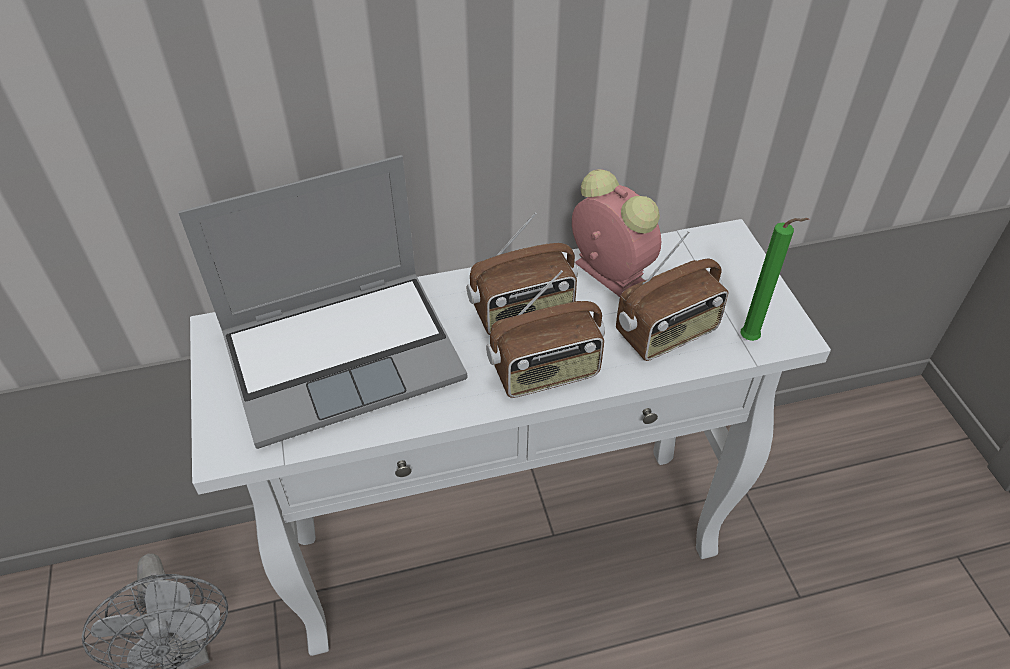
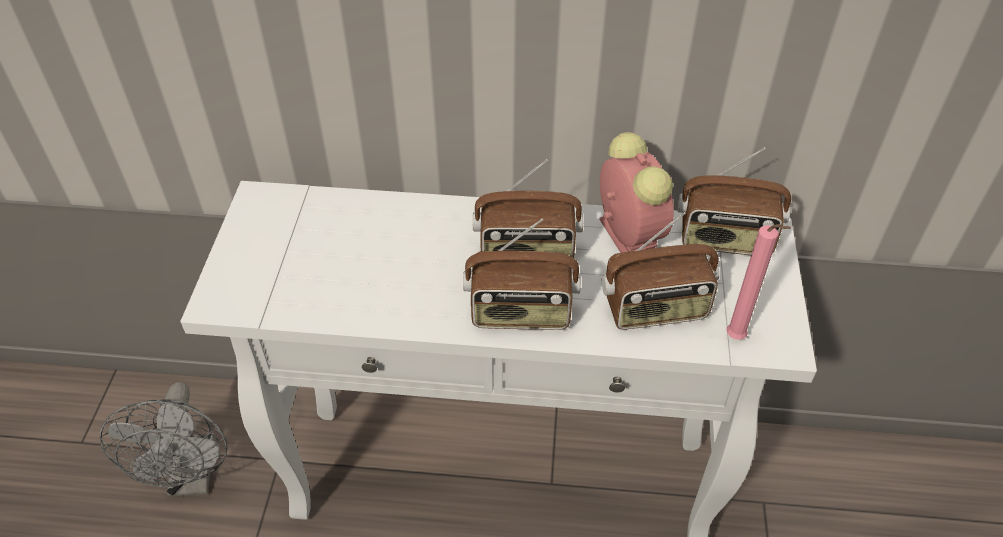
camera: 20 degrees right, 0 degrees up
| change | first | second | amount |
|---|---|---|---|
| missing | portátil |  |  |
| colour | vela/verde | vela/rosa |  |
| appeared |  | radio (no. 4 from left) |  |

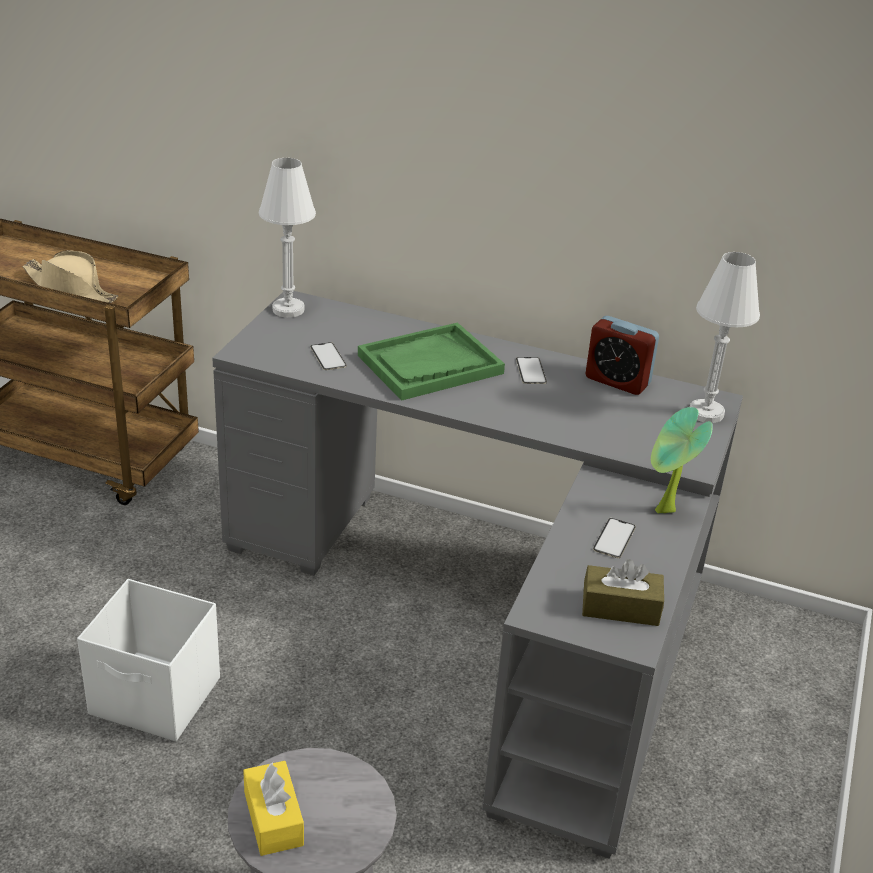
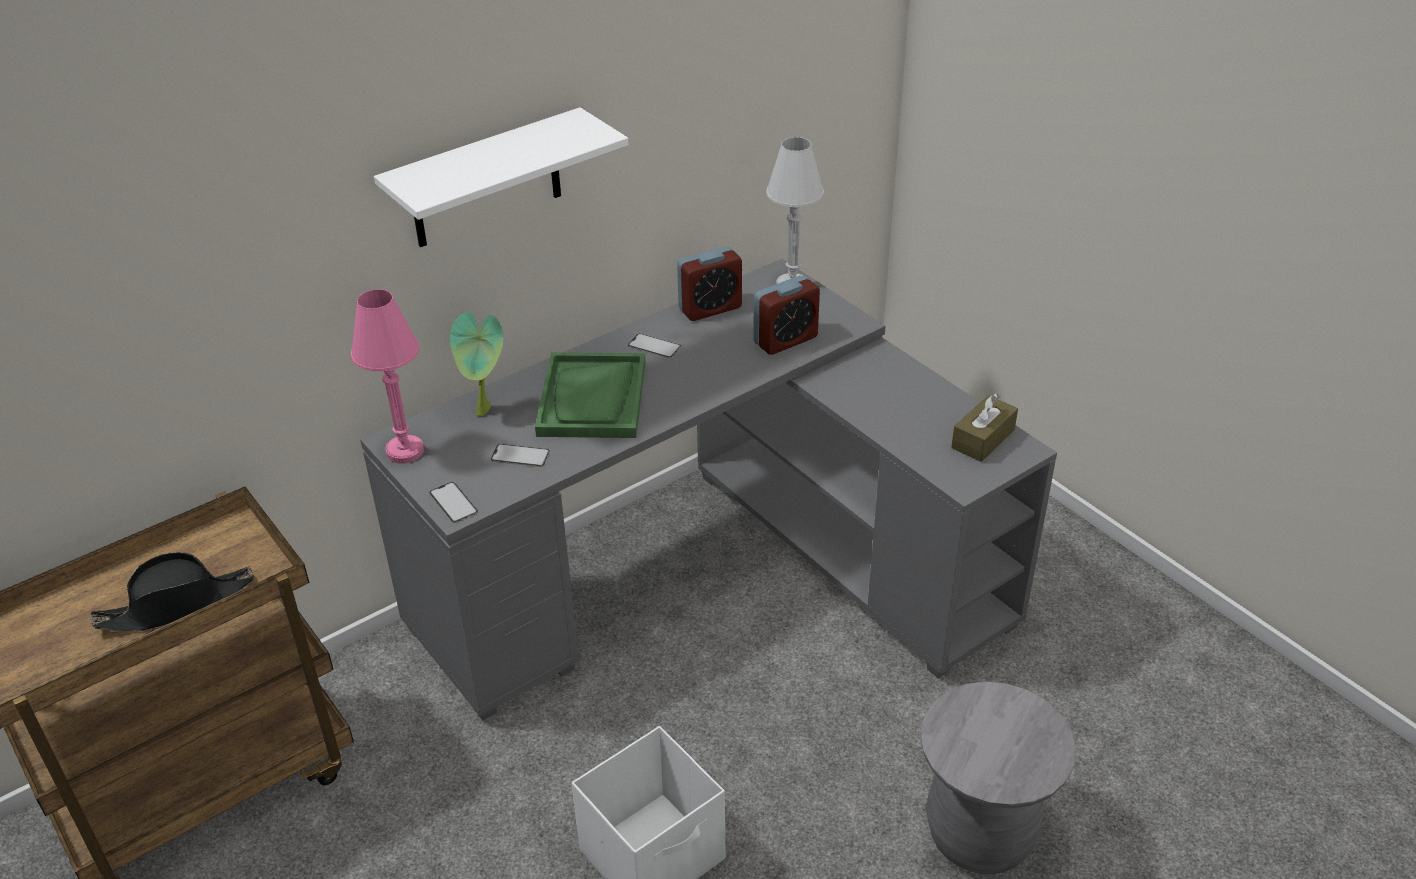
camera: 55 degrees left, 5 degrees up
| change | first | second | amount |
|---|---|---|---|
| colour | lámpara de mesa/blanco (no. 1 from left) | lámpara de mesa/rosa |  |
| colour | sombrero/beis | sombrero/negro |  |
| relocated | planta en maceta |  |  |
| relocated | móvil (no. 3 from left in the first image) | móvil (no. 1 from left) |  |
| missing | caja de pañuelos/amarillo |  |  |
| appeared |  | estante/blanco |  |
| appeared |  | despertador (no. 2 from left) |  |

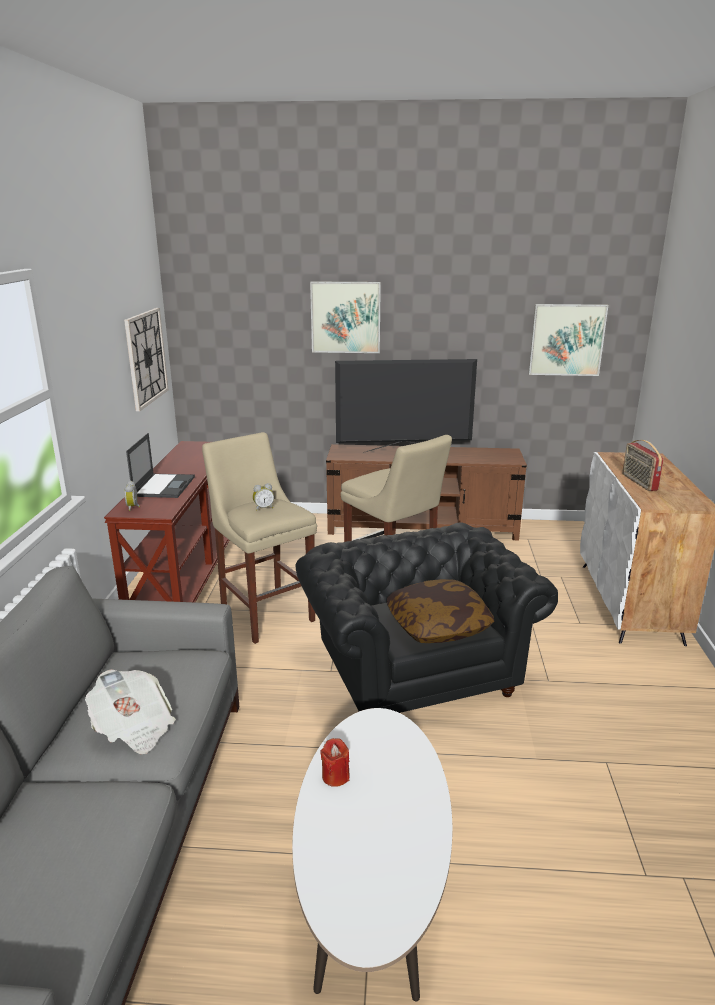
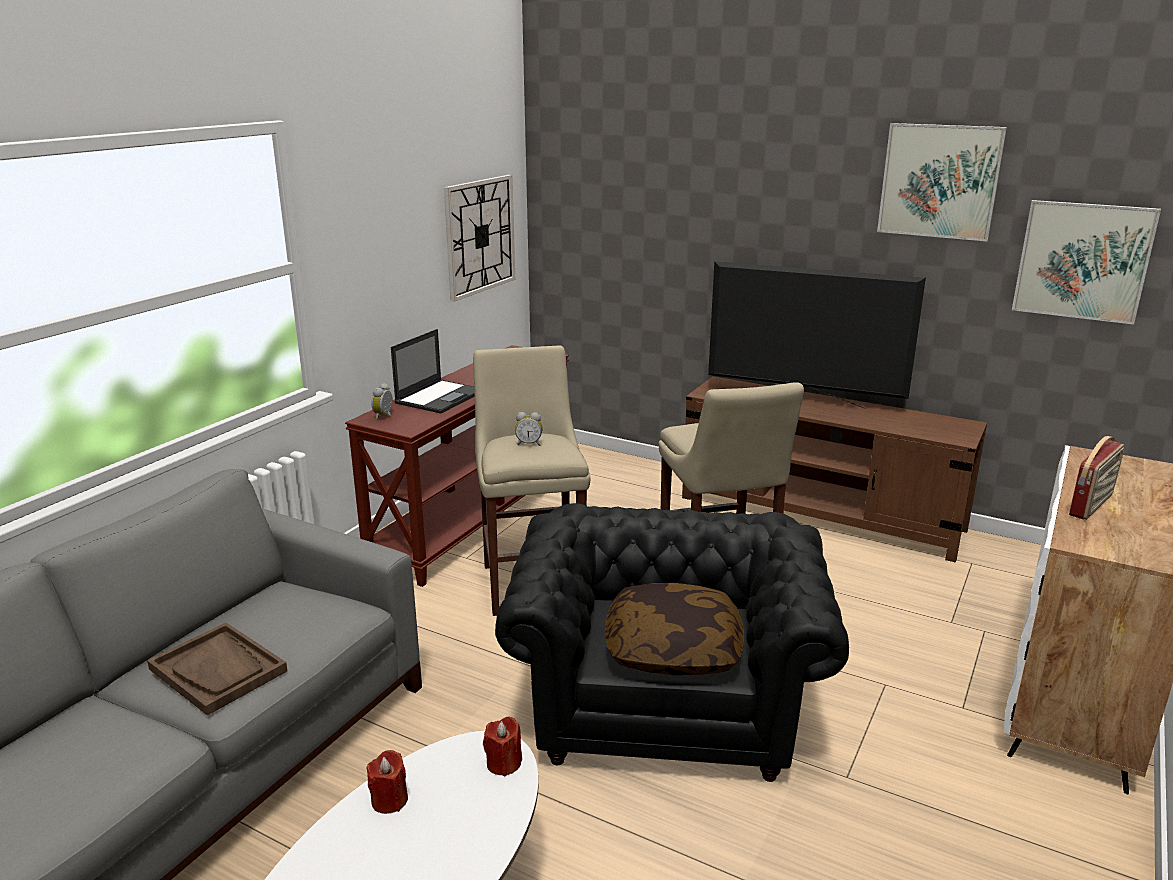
camera: 25 degrees right, 0 degrees up
| change | first | second | amount |
|---|---|---|---|
| relocated | cuadro (no. 1 from left) |  |  |
| spun | radio |  | 150 degrees counterclockwise |
| exchanged | periódico | bandeja/marrón |  |
| appeared |  | vela/rojo (no. 2 from left) |  |

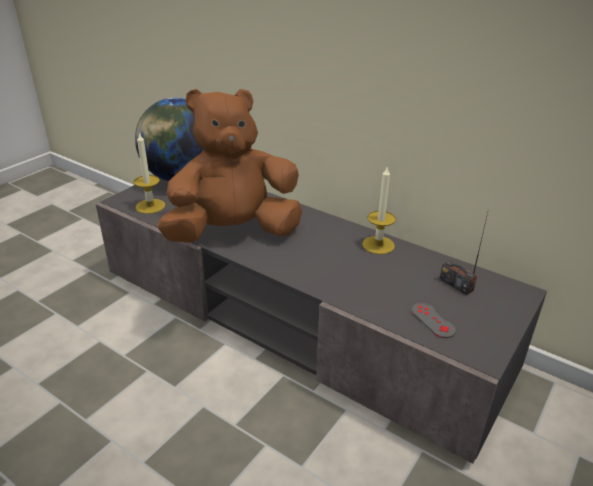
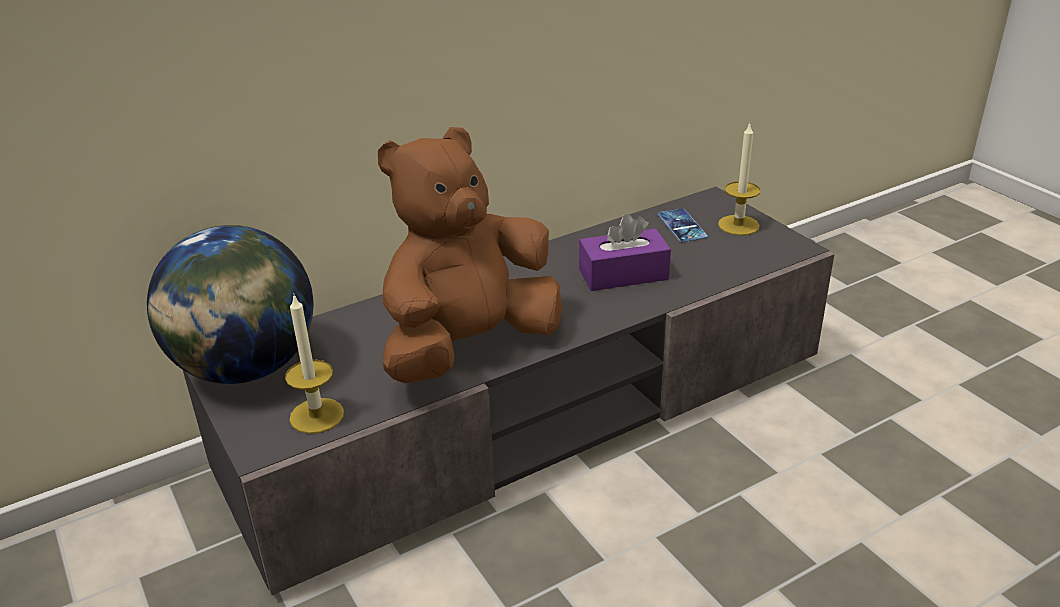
camera: 65 degrees left, 0 degrees up
| change | first | second | amount |
|---|---|---|---|
| spun | peluche/marrón |  | 45 degrees clockwise |
| relocated | vela (no. 2 from left) |  |  |
| exchanged | radio | móvil |  |
| missing | mando de consola/gris |  |  |
| appeared |  | caja de pañuelos/morado |  |

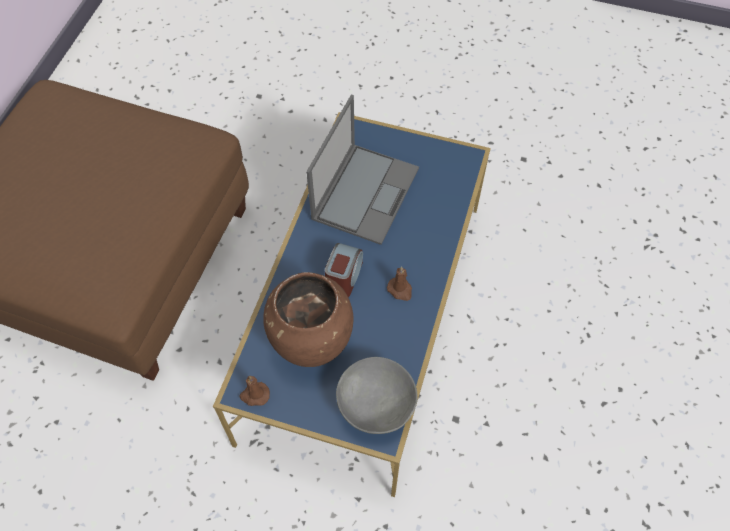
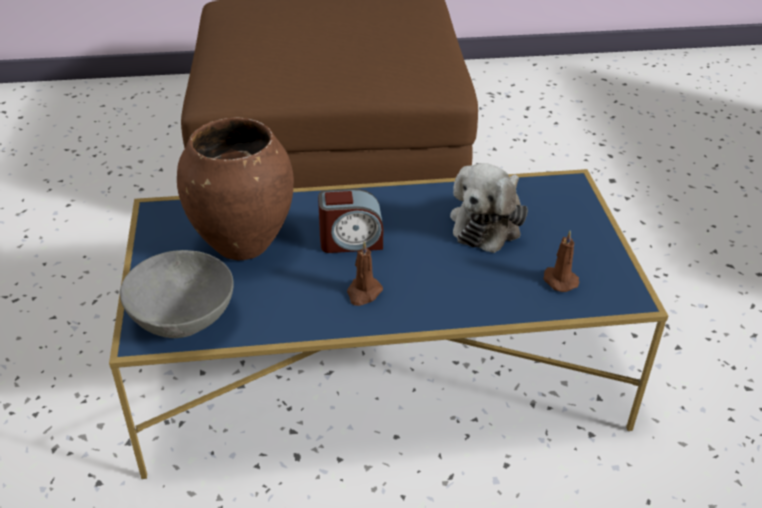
camera: 65 degrees right, 20 degrees down
| change | first | second | amount |
|---|---|---|---|
| exchanged | portátil | peluche |  |
| relocated | vela/marrón (no. 1 from left in the first image) | vela/marrón (no. 2 from left) |  |

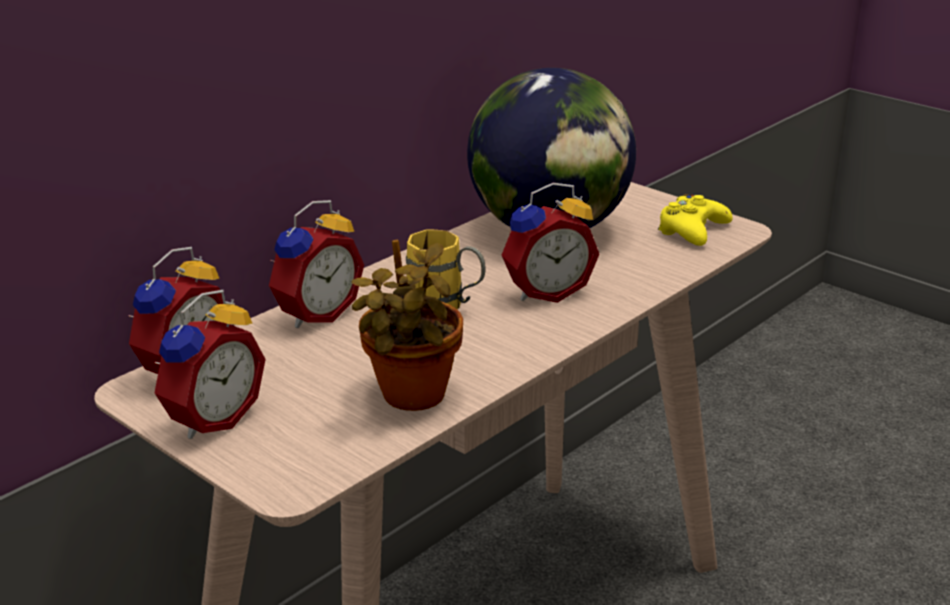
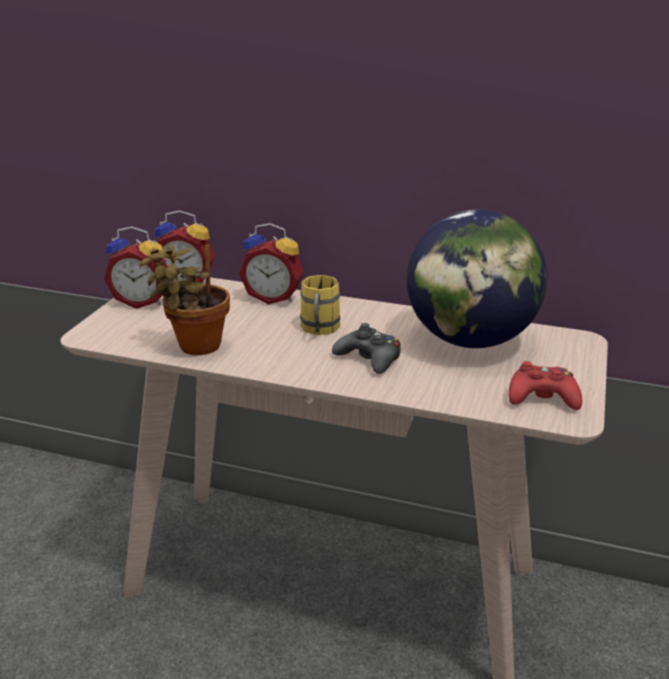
camera: 65 degrees right, 0 degrees up
| change | first | second | amount |
|---|---|---|---|
| exchanged | despertador (no. 4 from left) | mando de consola/negro |  |
| colour | mando de consola/amarillo | mando de consola/rojo |  |

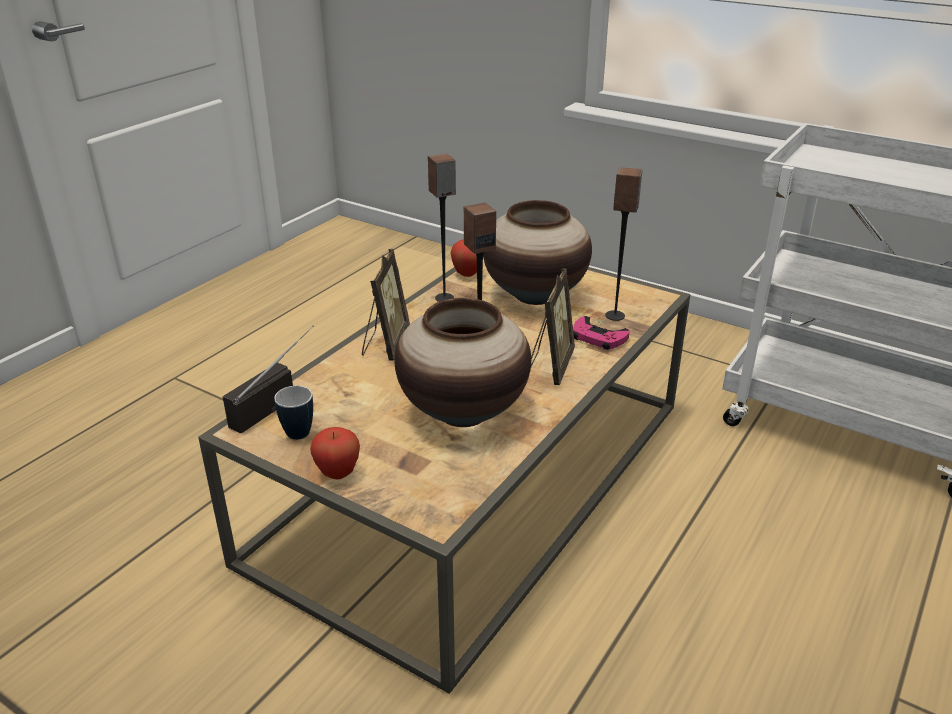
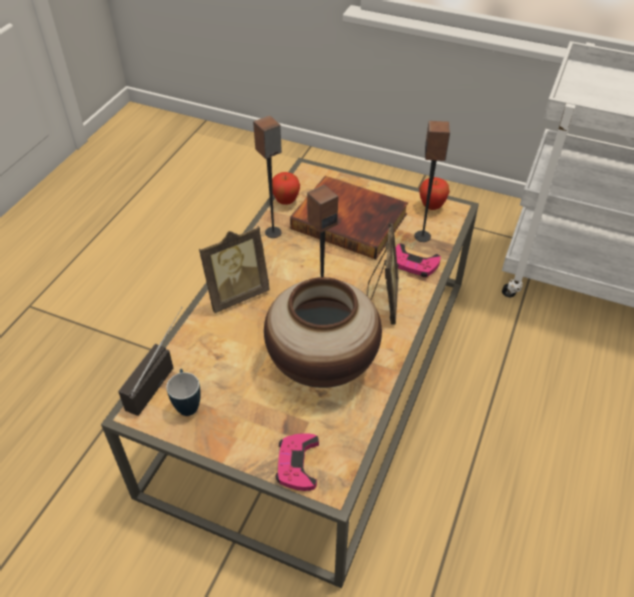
camera: 10 degrees left, 15 degrees up
| change | first | second | amount |
|---|---|---|---|
| exchanged | florero (no. 2 from left) | libro |  |
| spun | portarretratos (no. 1 from left) |  | 60 degrees clockwise |
| relocated | manzana (no. 1 from left in the first image) | manzana (no. 2 from left) |  |
| appeared |  | mando de consola/rosa (no. 1 from left) |  |

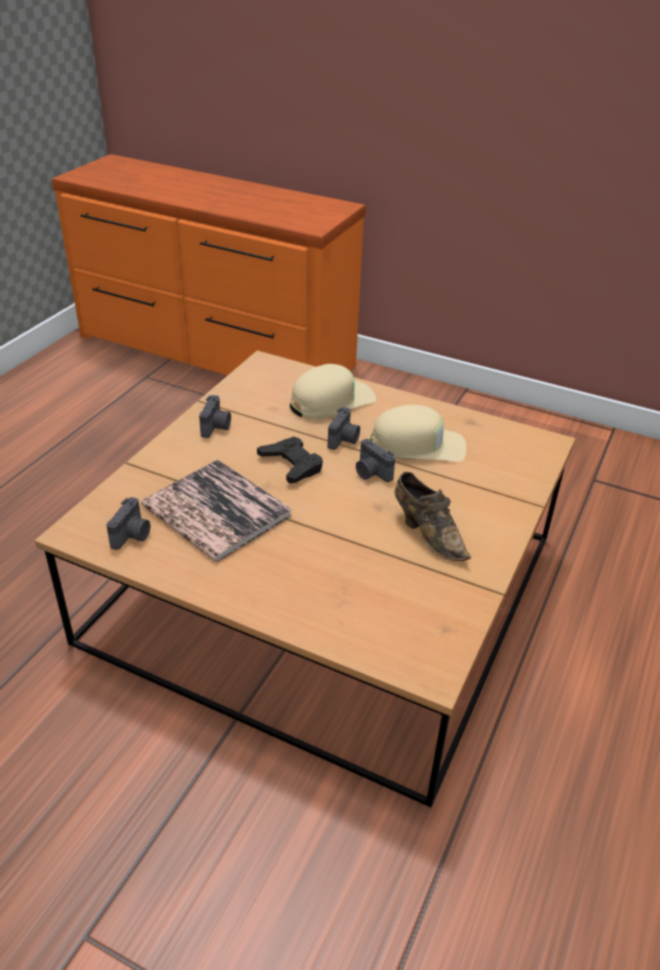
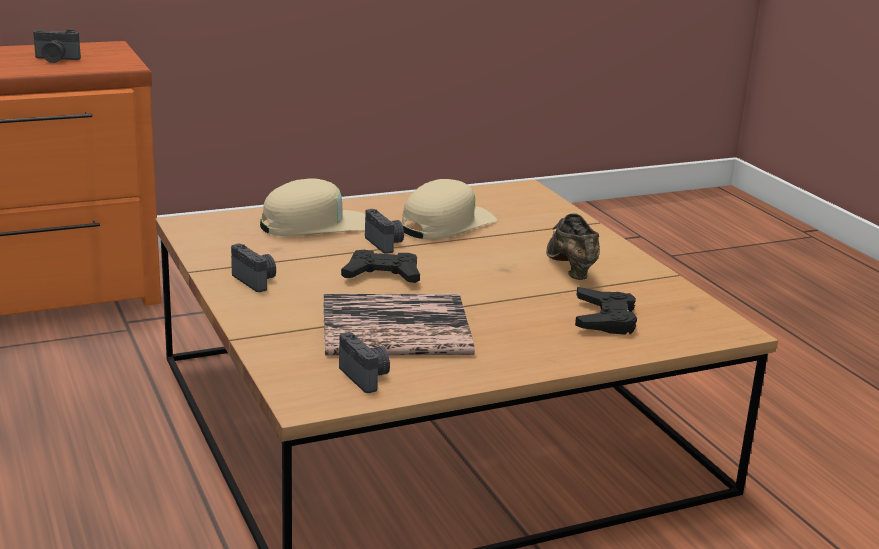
camera: 50 degrees left, 15 degrees down
| change | first | second | amount |
|---|---|---|---|
| spun | gorra/beis (no. 1 from left) |  | 60 degrees clockwise |
| relocated | cámara (no. 4 from left in the first image) | cámara (no. 1 from left) |  |
| spun | zapato/marrón |  | 105 degrees counterclockwise |
| appeared |  | mando de consola/negro (no. 2 from left) |  |

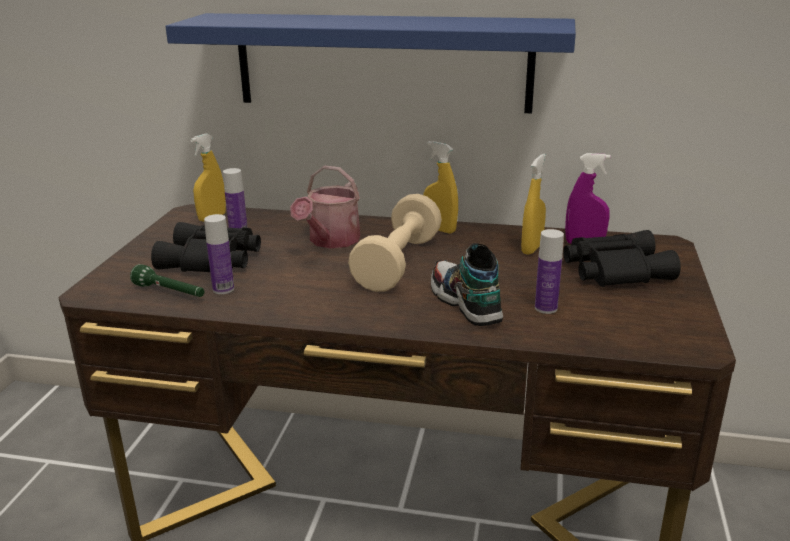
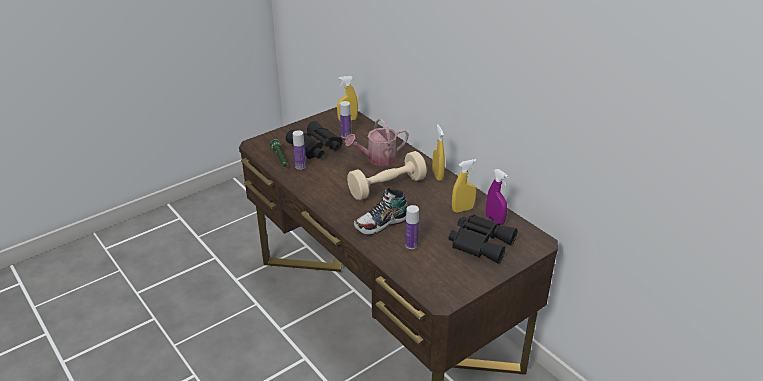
camera: 40 degrees right, 10 degrees up
| change | first | second | amount |
|---|---|---|---|
| missing | estante/azul |  |  |
| spun | zapato |  | 135 degrees counterclockwise |

